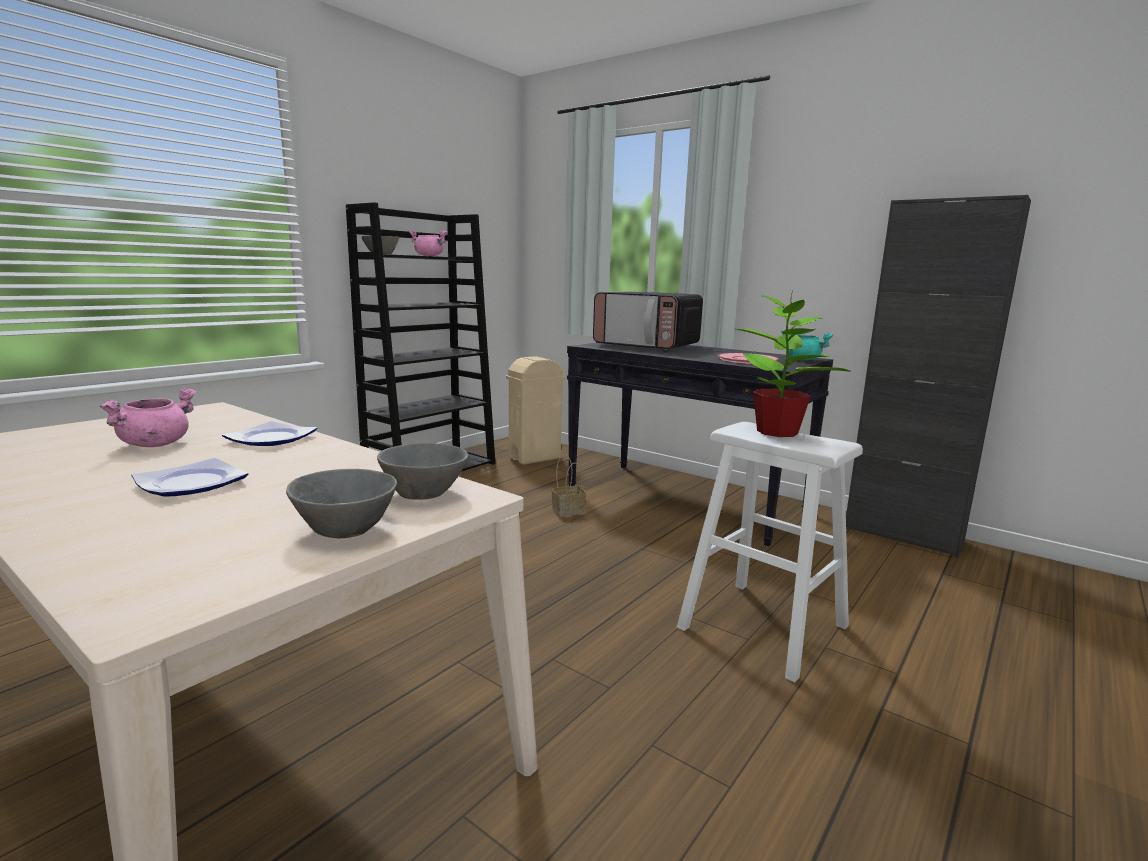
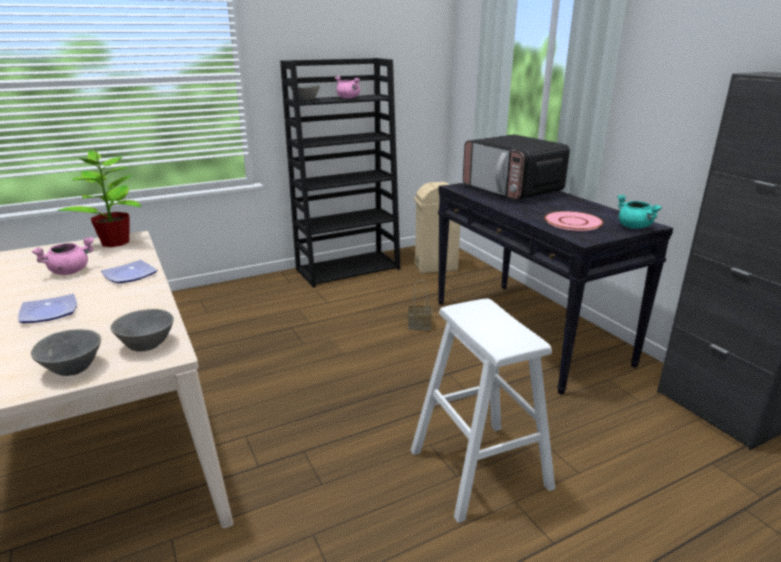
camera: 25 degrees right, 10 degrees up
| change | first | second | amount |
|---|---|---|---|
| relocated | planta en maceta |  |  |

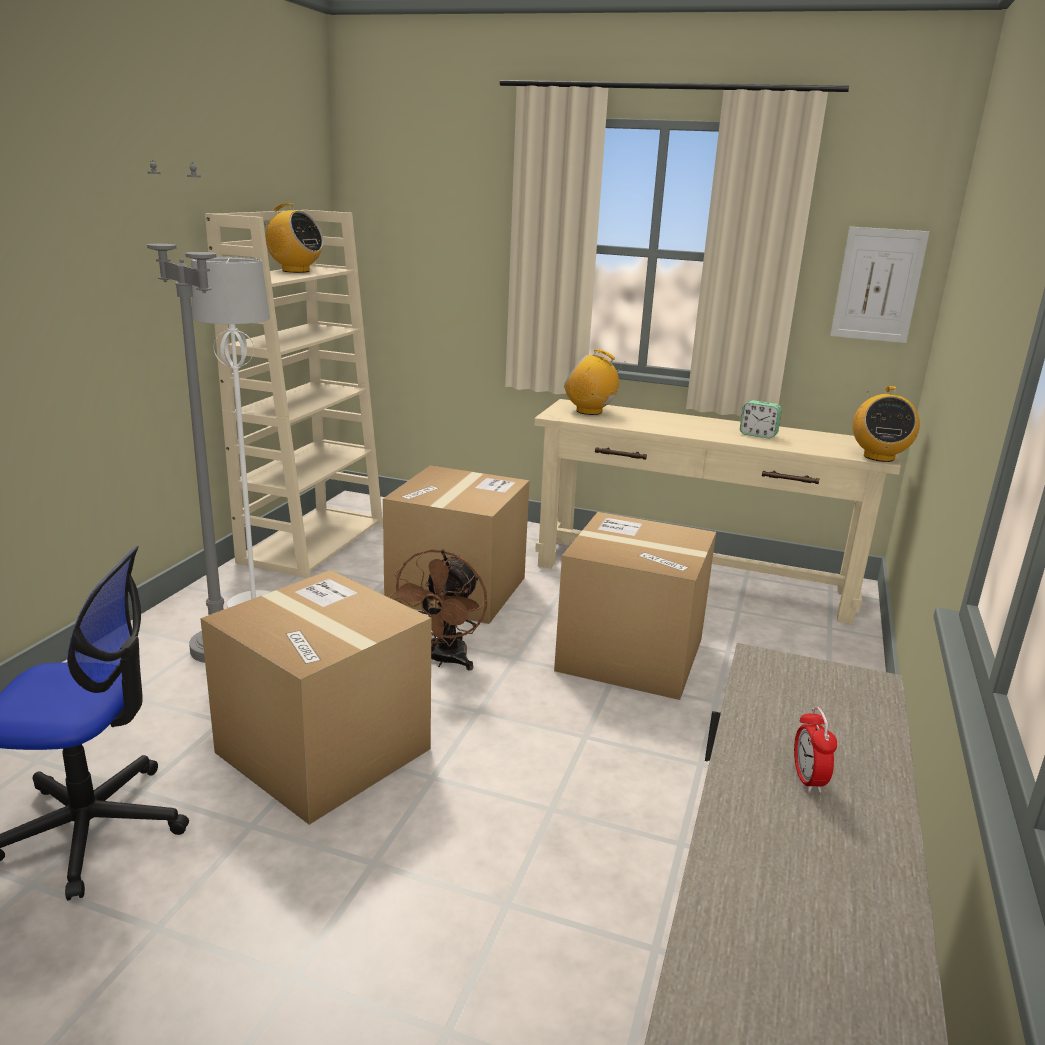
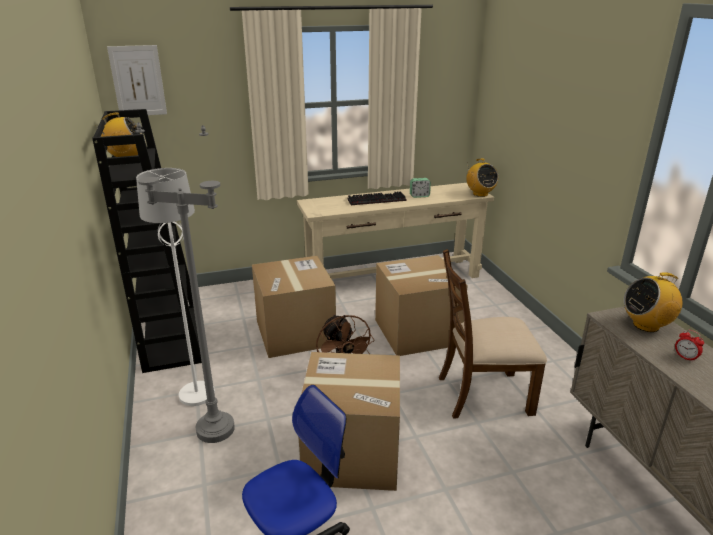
camera: 35 degrees left, 5 degrees up
| change | first | second | amount |
|---|---|---|---|
| colour | estantería/beis | estantería/negro |  |
| relocated | cuadro |  |  |
| relocated | radio (no. 2 from left in the first image) | radio (no. 3 from left) |  |
| appeared |  | teclado |  |
| appeared |  | silla/marrón |  |

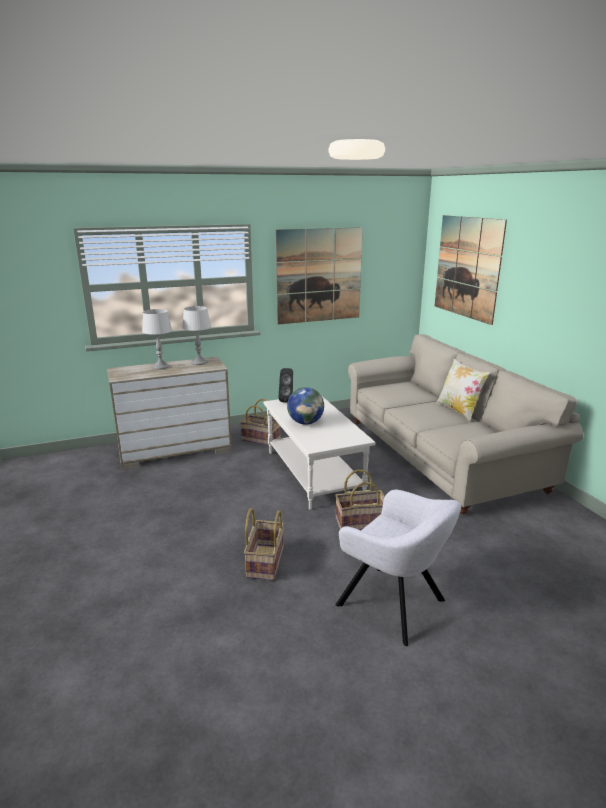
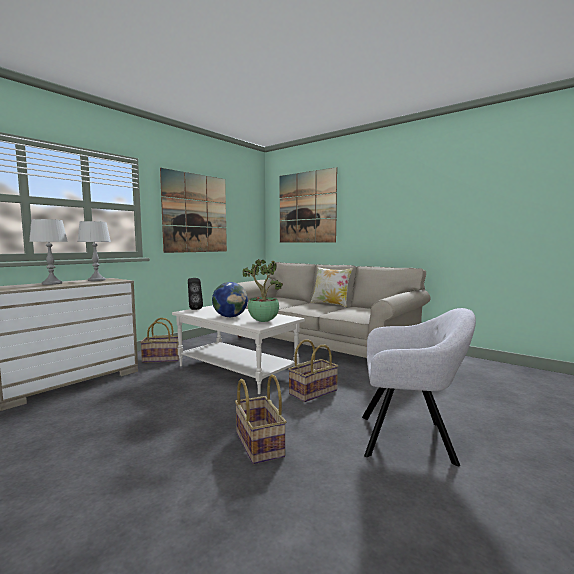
camera: 30 degrees left, 15 degrees down
| change | first | second | amount |
|---|---|---|---|
| appeared |  | planta en maceta |  |

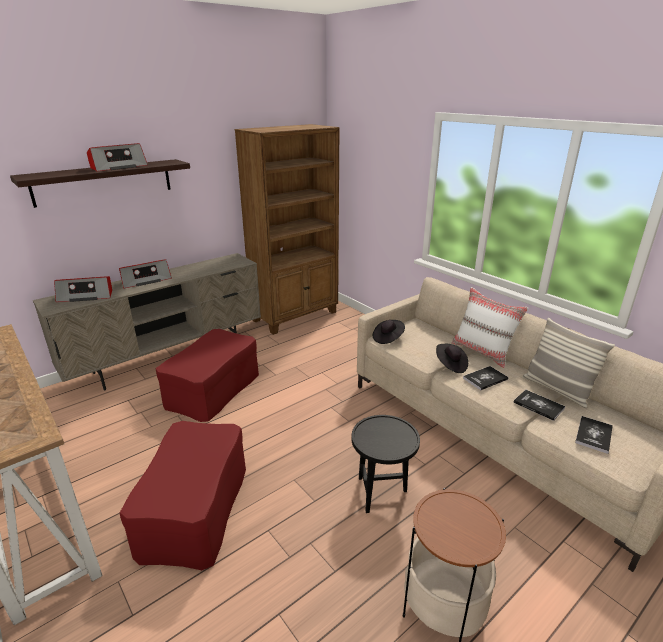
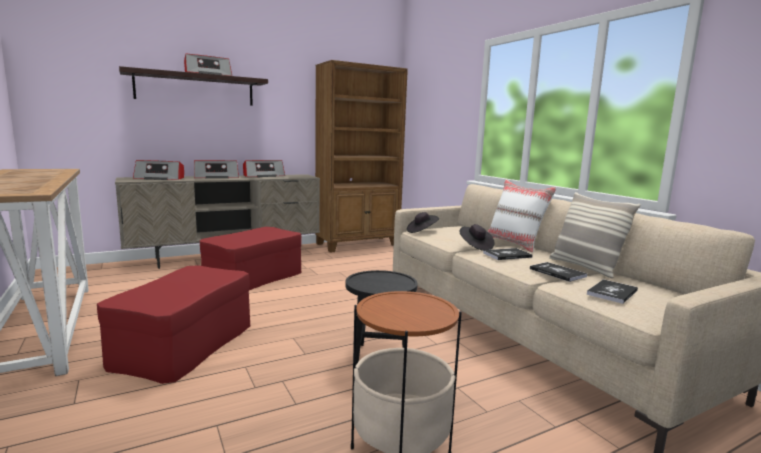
camera: 10 degrees right, 15 degrees down
| change | first | second | amount |
|---|---|---|---|
| appeared |  | radio (no. 4 from left) |  |

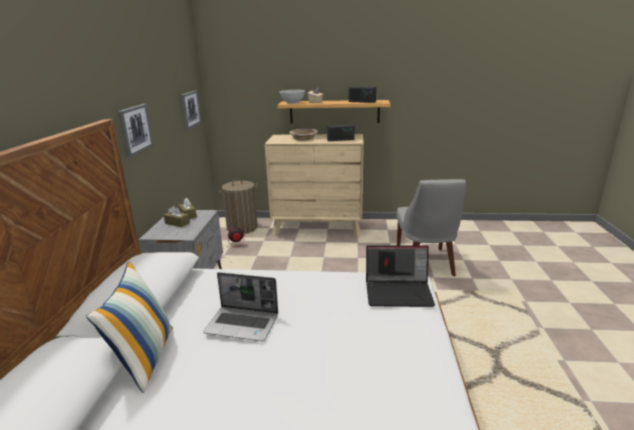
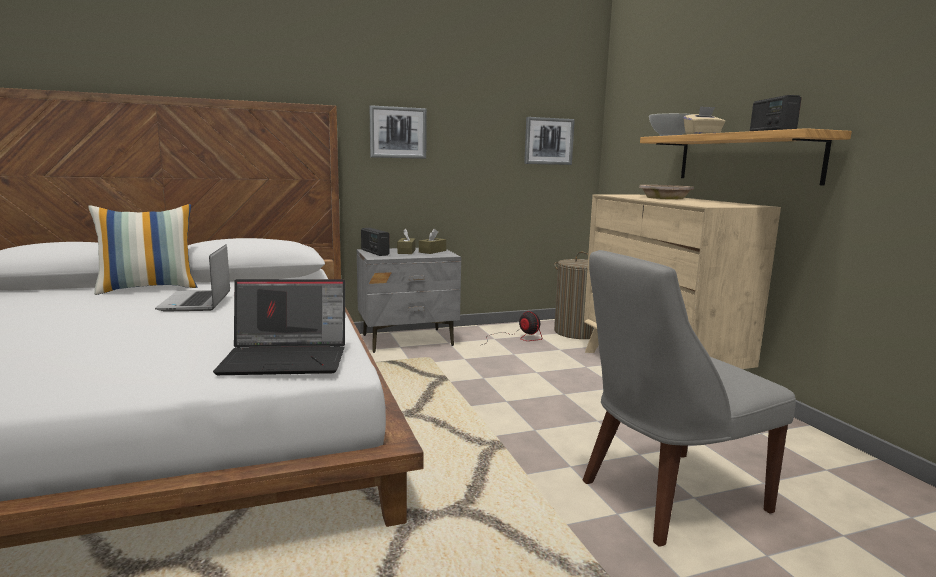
camera: 65 degrees right, 10 degrees down
| change | first | second | amount |
|---|---|---|---|
| relocated | radio (no. 1 from left) |  |  |
| spun | portátil (no. 2 from left) |  | 75 degrees counterclockwise |

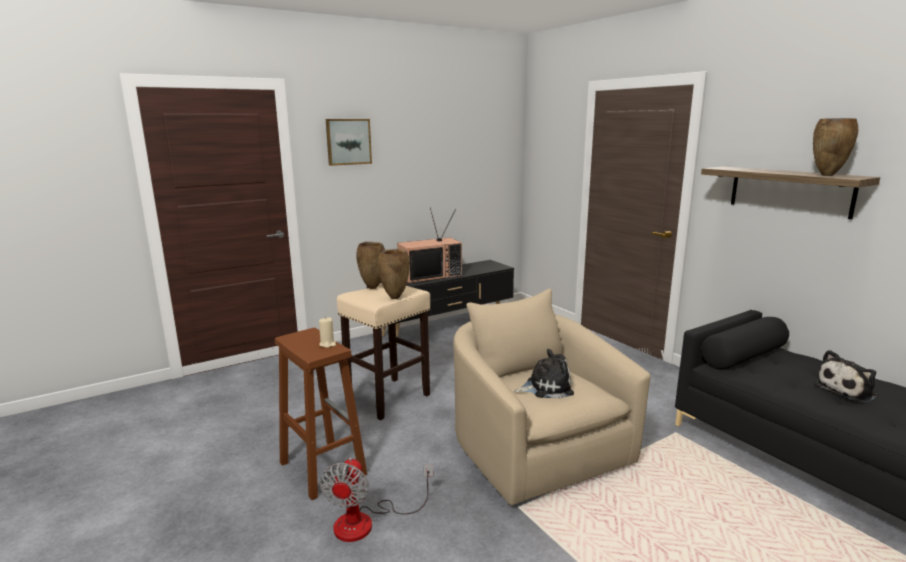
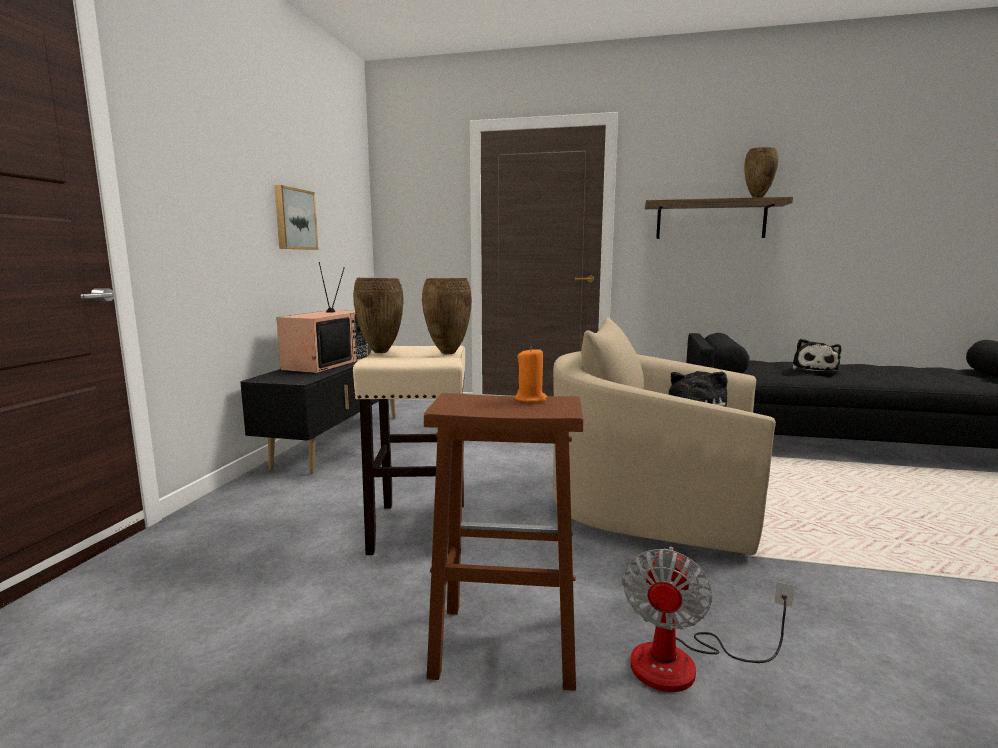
camera: 45 degrees left, 5 degrees down
| change | first | second | amount |
|---|---|---|---|
| relocated | cuadro |  |  |
| colour | vela/beis | vela/naranja |  |
| spun | ventilador |  | 60 degrees clockwise |

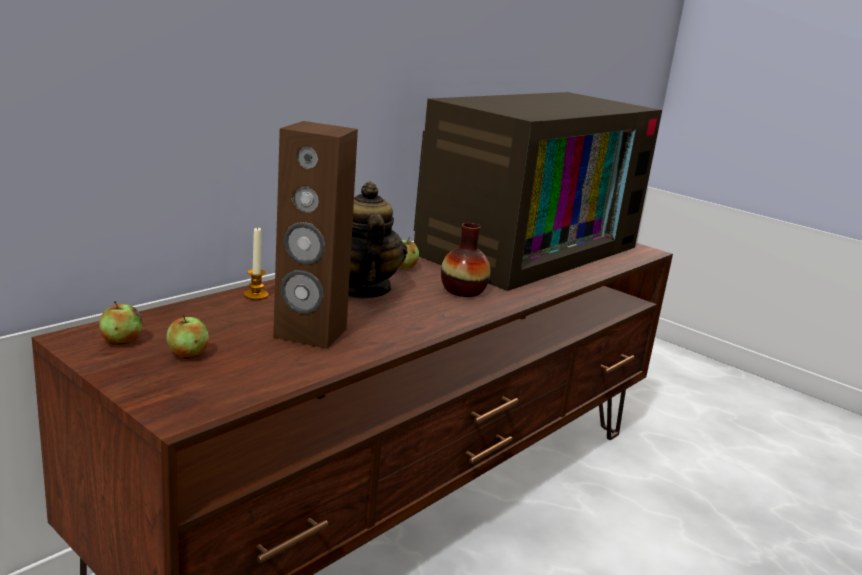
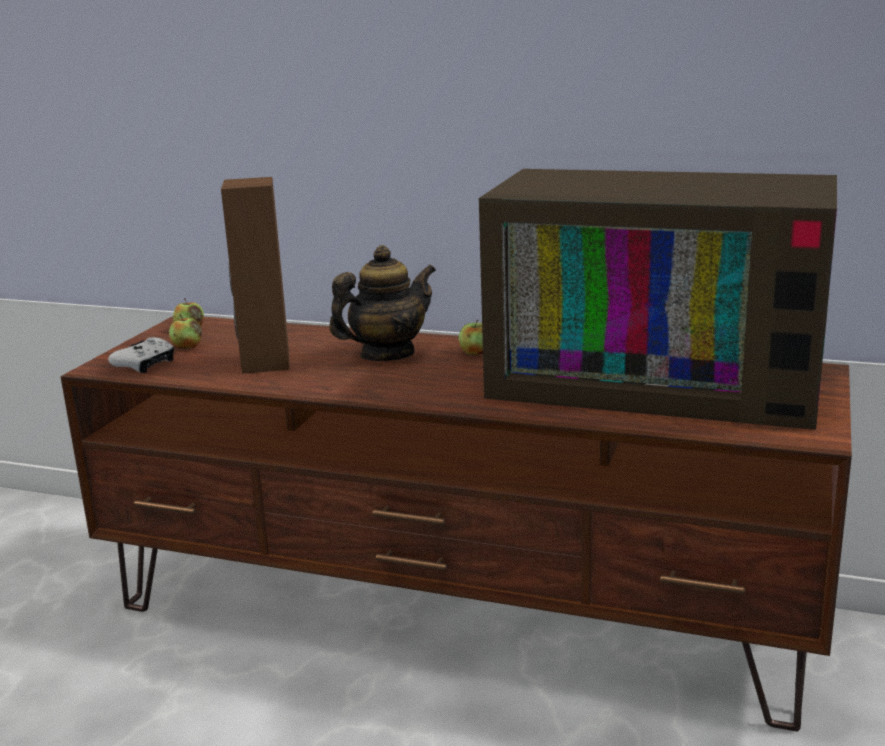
camera: 70 degrees right, 0 degrees up
| change | first | second | amount |
|---|---|---|---|
| missing | florero |  |  |
| missing | vela |  |  |
| appeared |  | mando de consola/blanco |  |

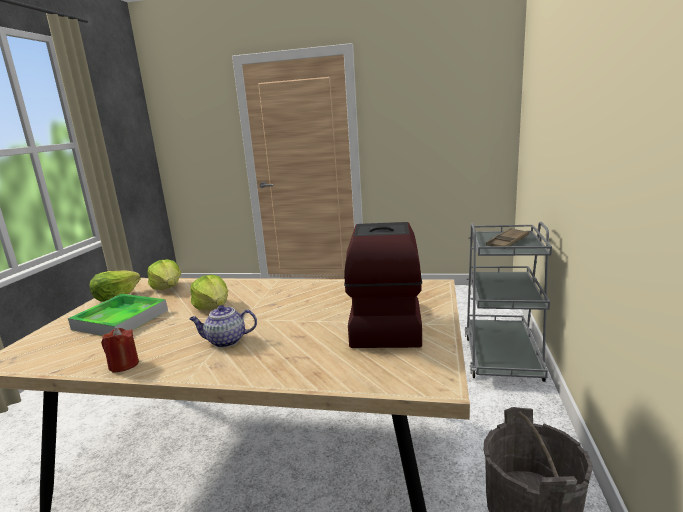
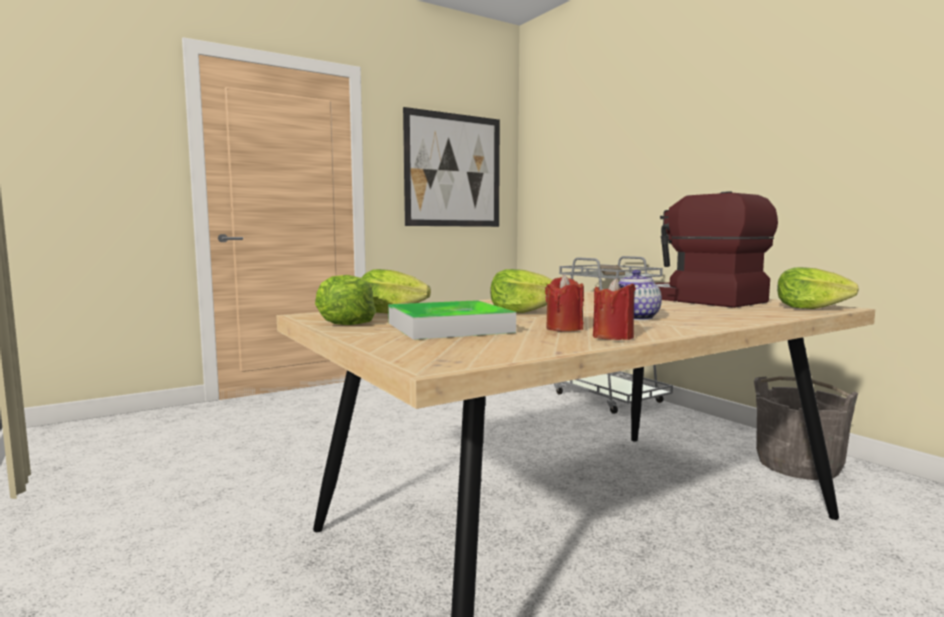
camera: 45 degrees left, 10 degrees down
| change | first | second | amount |
|---|---|---|---|
| appeared |  | cuadro |  |
| appeared |  | lechuga (no. 4 from left) |  |
| appeared |  | vela/rojo (no. 1 from left) |  |

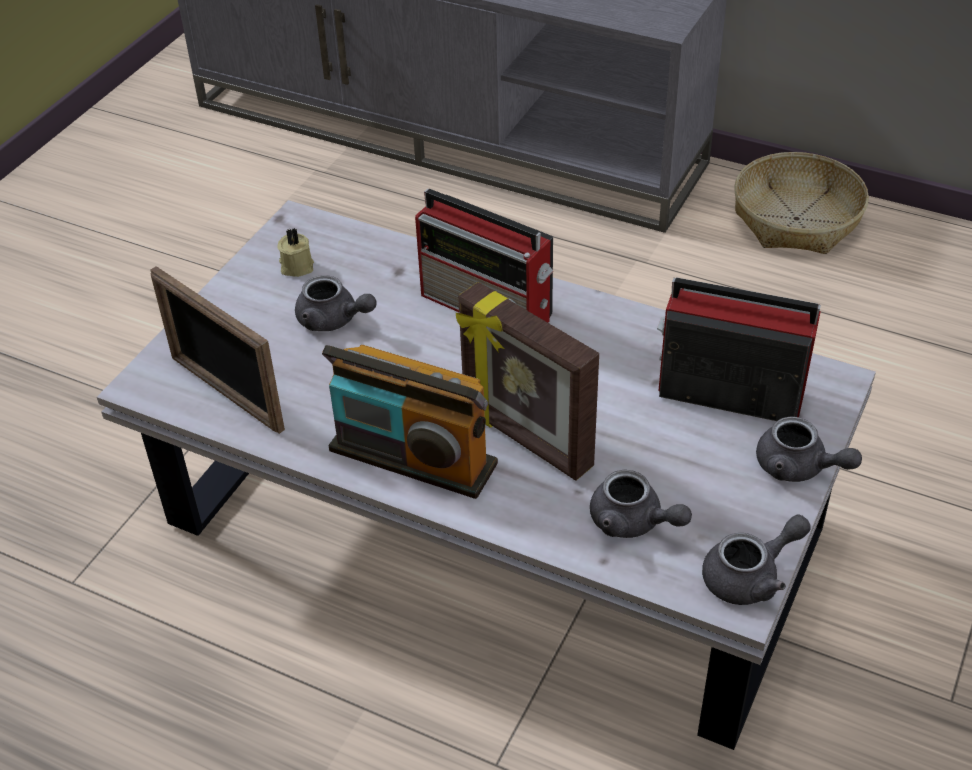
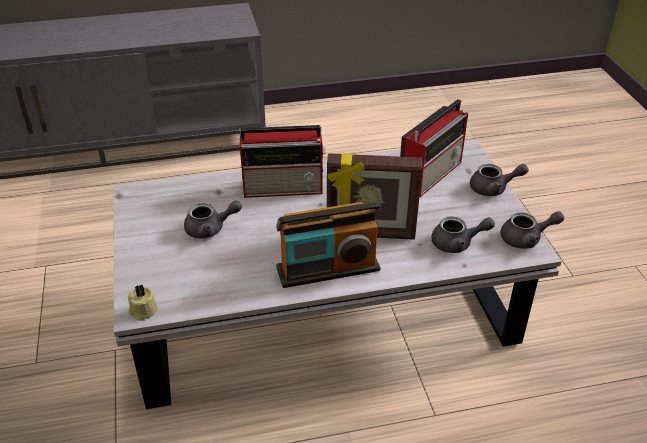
camera: 40 degrees left, 5 degrees down
| change | first | second | amount |
|---|---|---|---|
| missing | cesta |  |  |
| relocated | vela/beis |  |  |
| missing | portarretratos (no. 1 from left) |  |  |
| spun | radio (no. 3 from left) |  | 150 degrees clockwise |
| spun | tetera/gris (no. 3 from left in the first image) | tetera/gris (no. 4 from left) | 60 degrees clockwise |

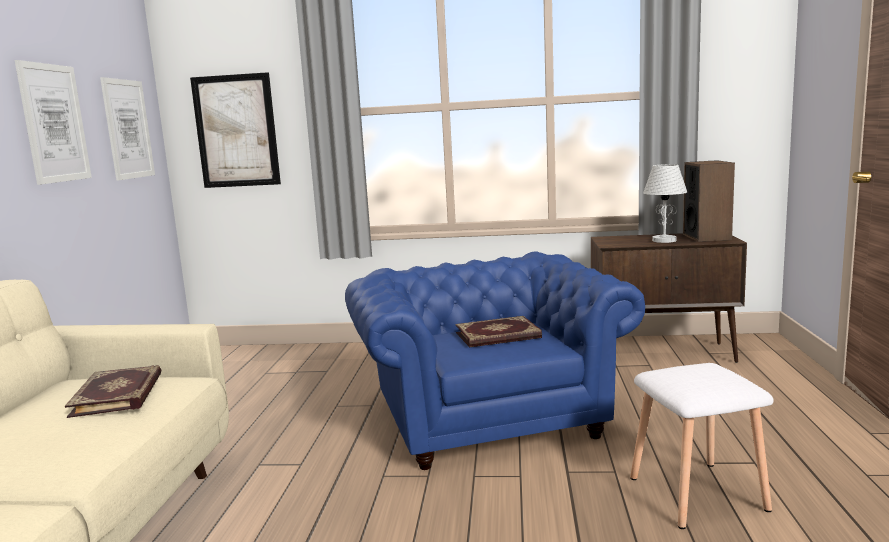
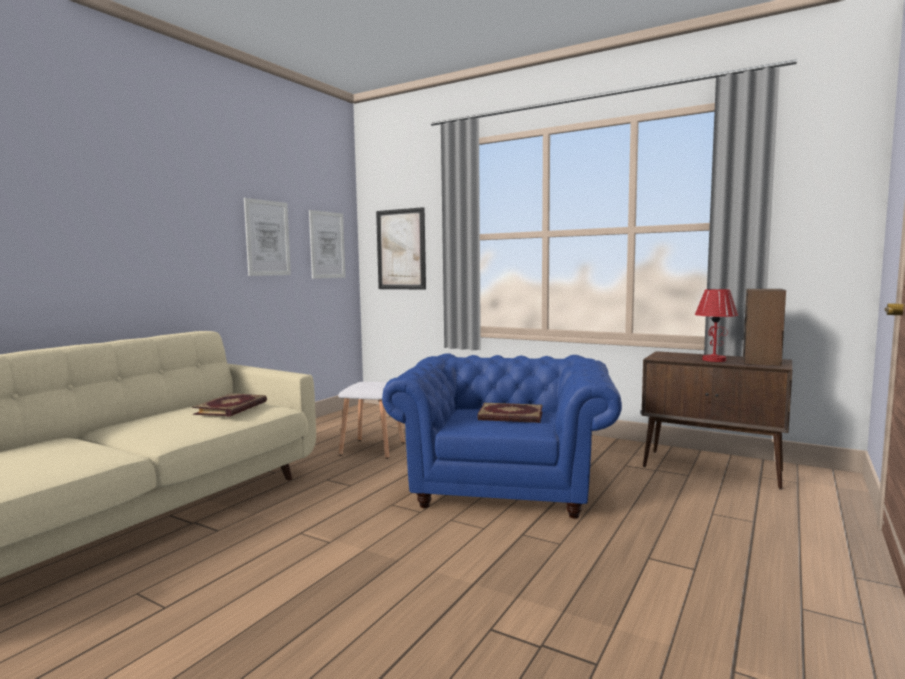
camera: 25 degrees right, 5 degrees down
| change | first | second | amount |
|---|---|---|---|
| colour | lámpara de mesa/blanco | lámpara de mesa/rojo |  |
| relocated | taburete/blanco |  |  |

